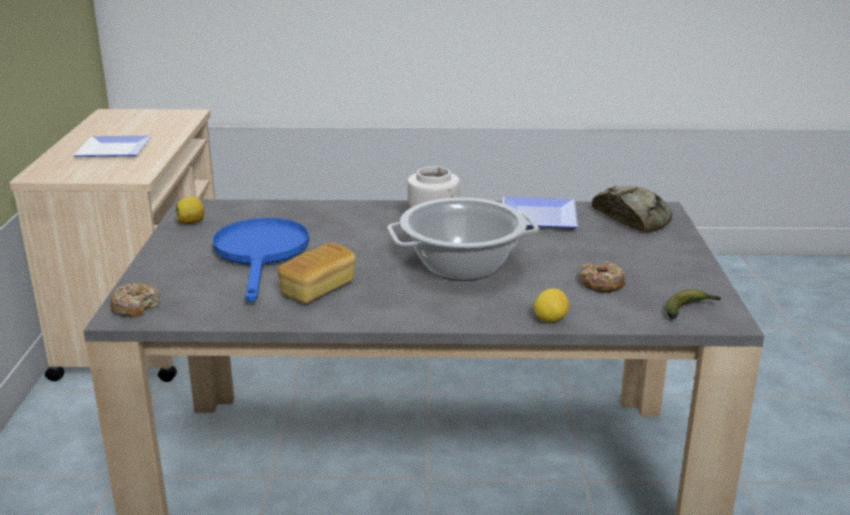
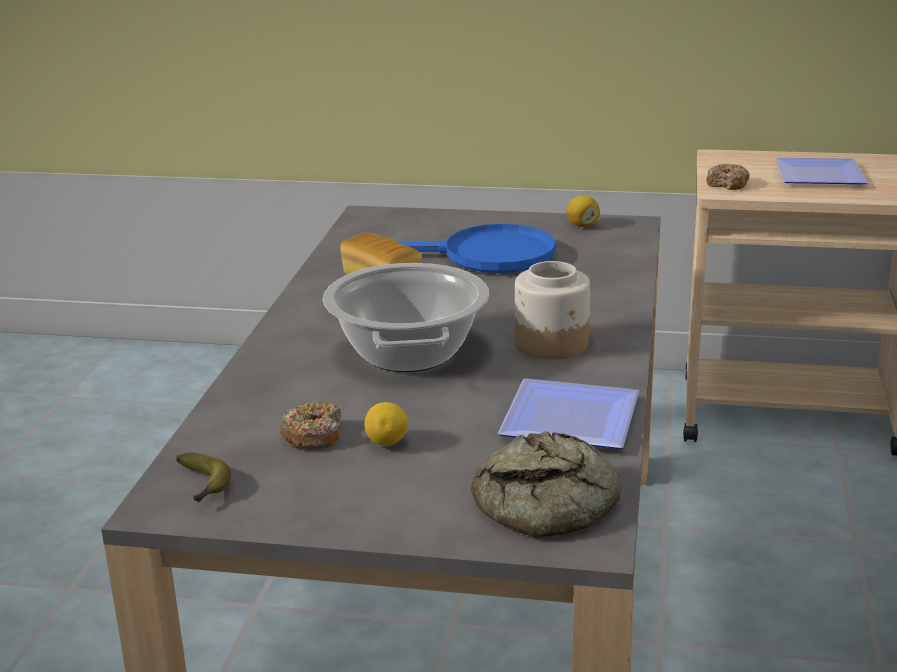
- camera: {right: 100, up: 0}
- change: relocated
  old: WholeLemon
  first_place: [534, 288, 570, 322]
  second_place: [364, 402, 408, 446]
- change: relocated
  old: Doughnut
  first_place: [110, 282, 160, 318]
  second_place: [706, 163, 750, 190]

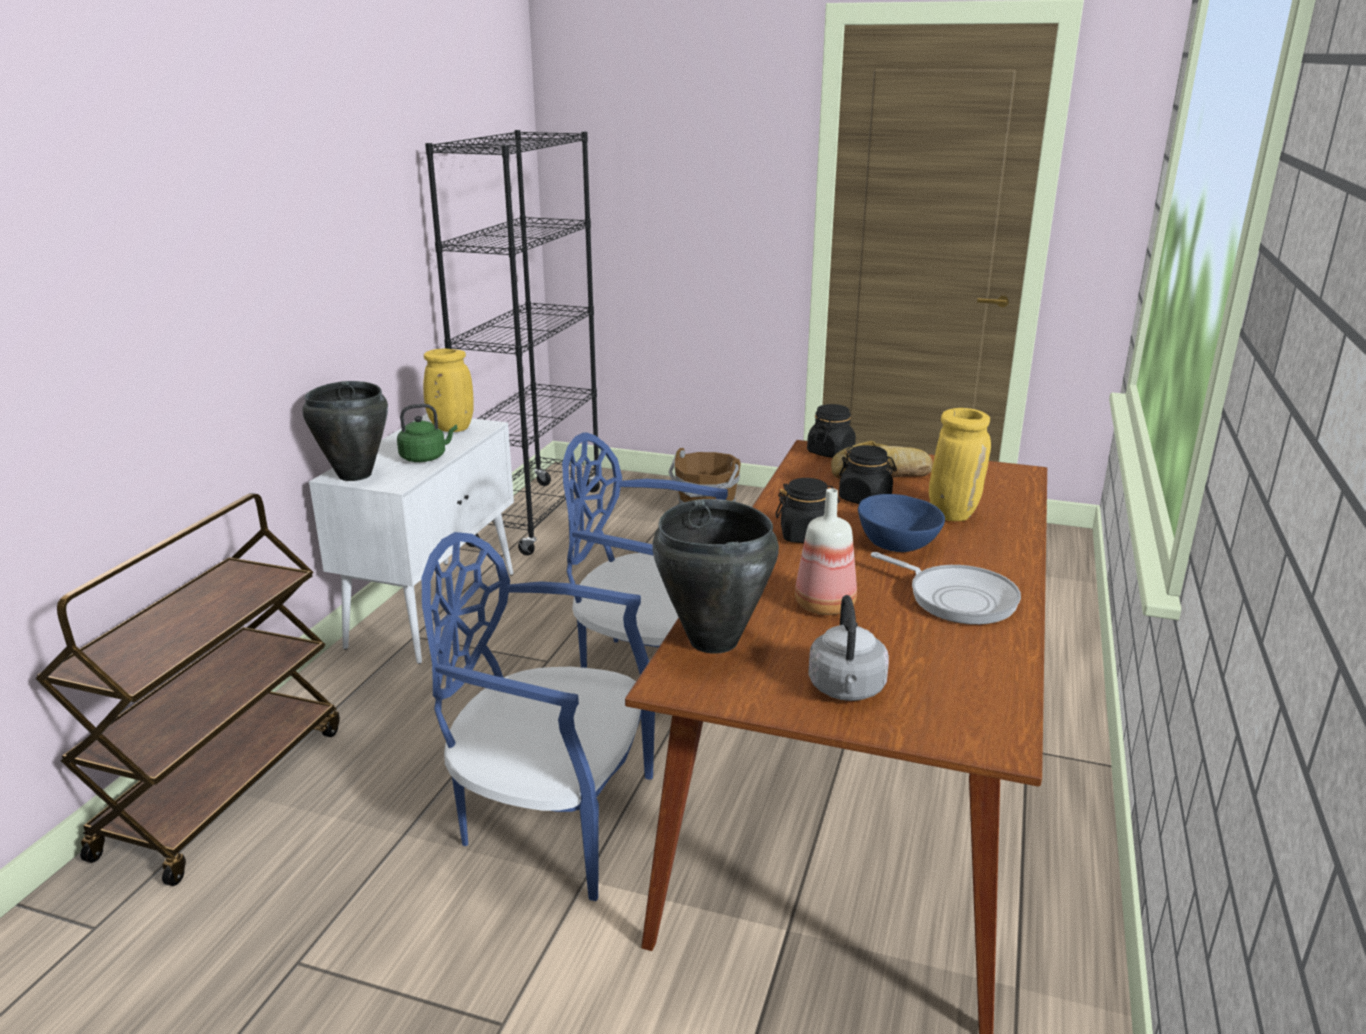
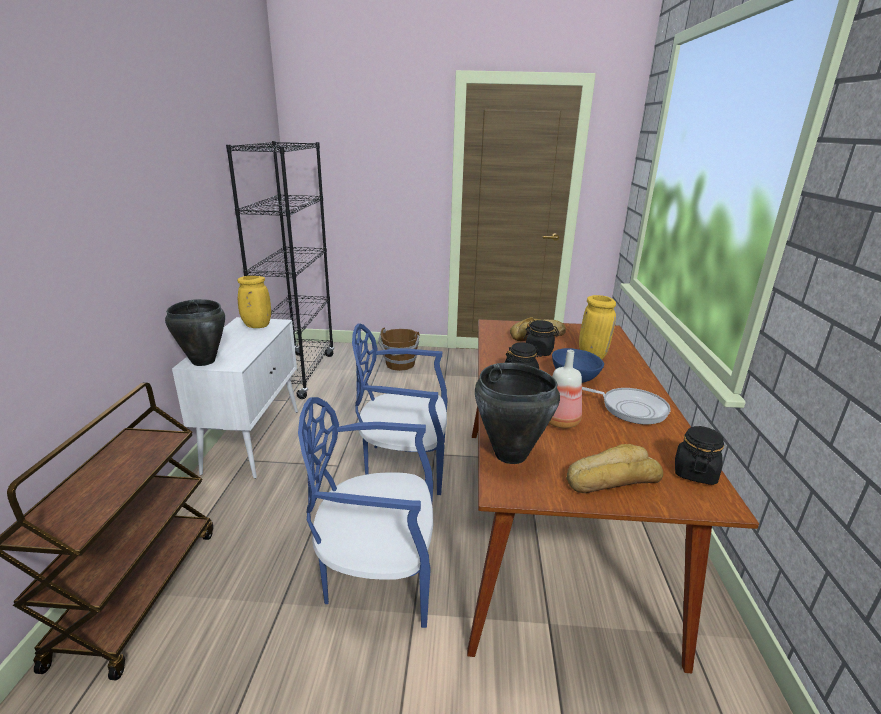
- camera: {right: -15, up: 0}
- change: exchanged
  old: GrayWaterKettle
  new: Bread
  first_place: [808, 595, 889, 701]
  second_place: [566, 444, 663, 493]
- change: relocated
  old: BlackJar
  first_place: [807, 404, 856, 458]
  second_place: [675, 426, 724, 485]
- change: missing
  old: GreenWaterKettle
  first_place: [397, 404, 457, 462]

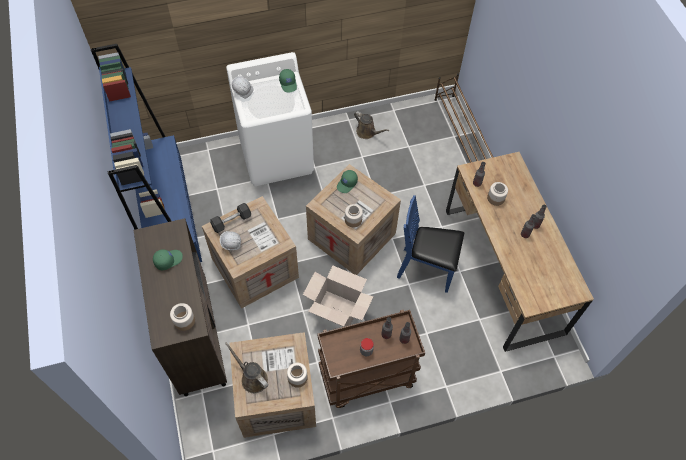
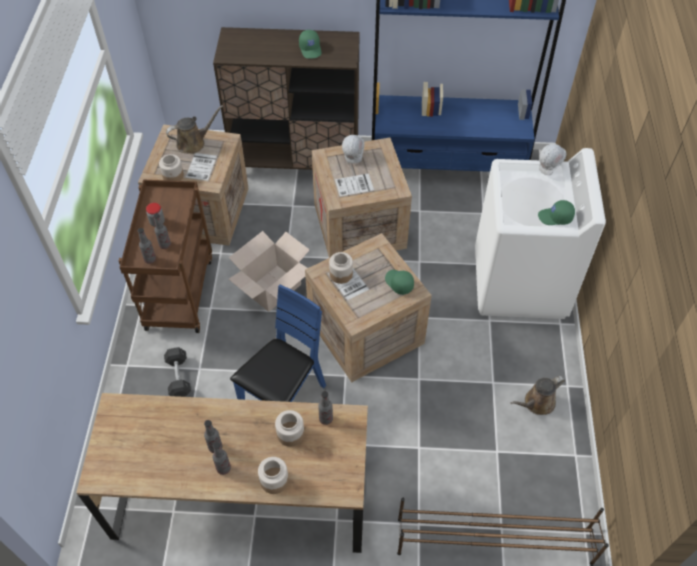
- camera: {right: 110, up: -5}
- change: relocated
  old: GrayDumbbell
  first_place: [210, 203, 251, 233]
  second_place: [164, 347, 191, 397]
- change: relocated
  old: Jar
  first_place: [170, 303, 195, 331]
  second_place: [258, 457, 289, 494]

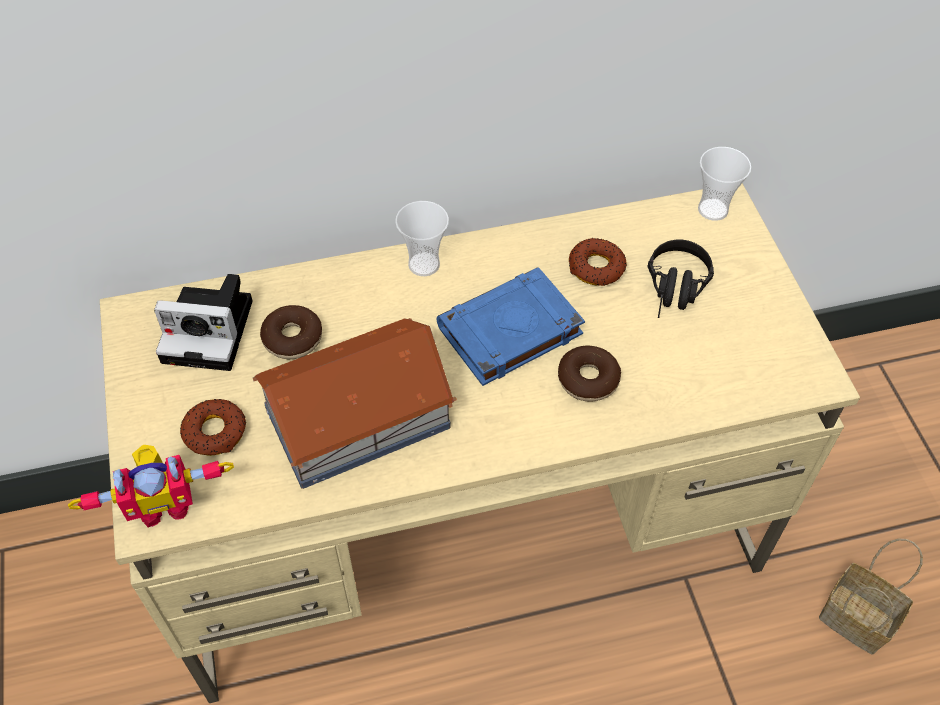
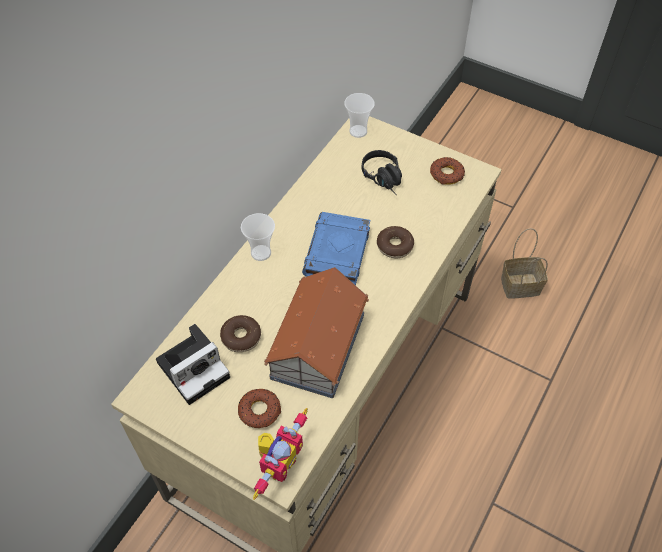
- camera: {right: -45, up: 0}
- change: relocated
  old: Doughnut
  first_place: [569, 238, 627, 286]
  second_place: [430, 157, 465, 185]

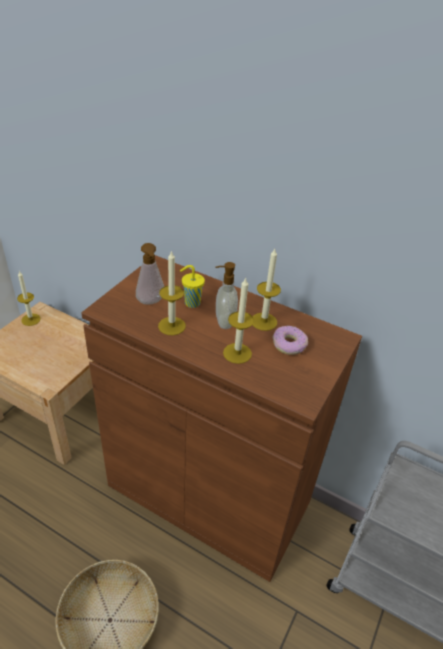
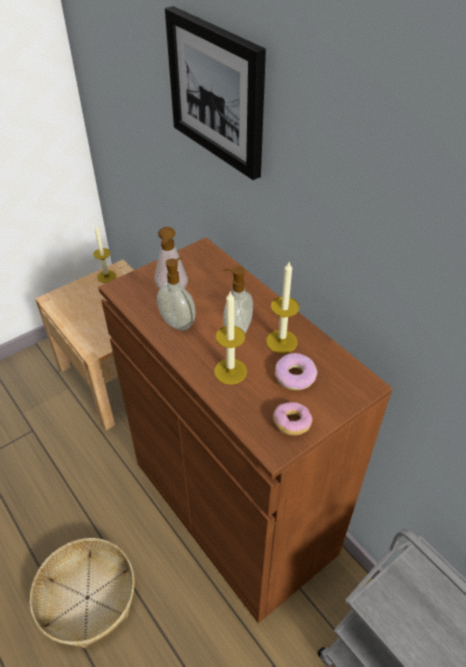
- camera: {right: 25, up: 5}
- change: exchanged
  old: Candle
  new: LiquidSoapBottle
  first_place: [158, 250, 186, 335]
  second_place: [157, 257, 196, 331]
- change: appeared
  new: WallArt
  second_place: [165, 6, 266, 180]
- change: appeared
  new: Doughnut
  second_place: [273, 402, 313, 435]
- change: missing
  old: YellowColouredCup
  first_place: [180, 265, 205, 308]

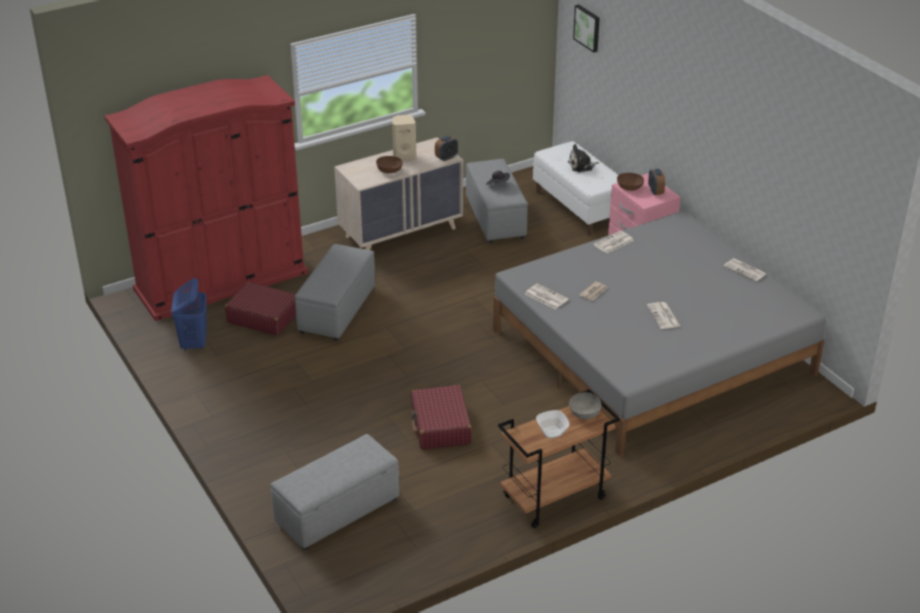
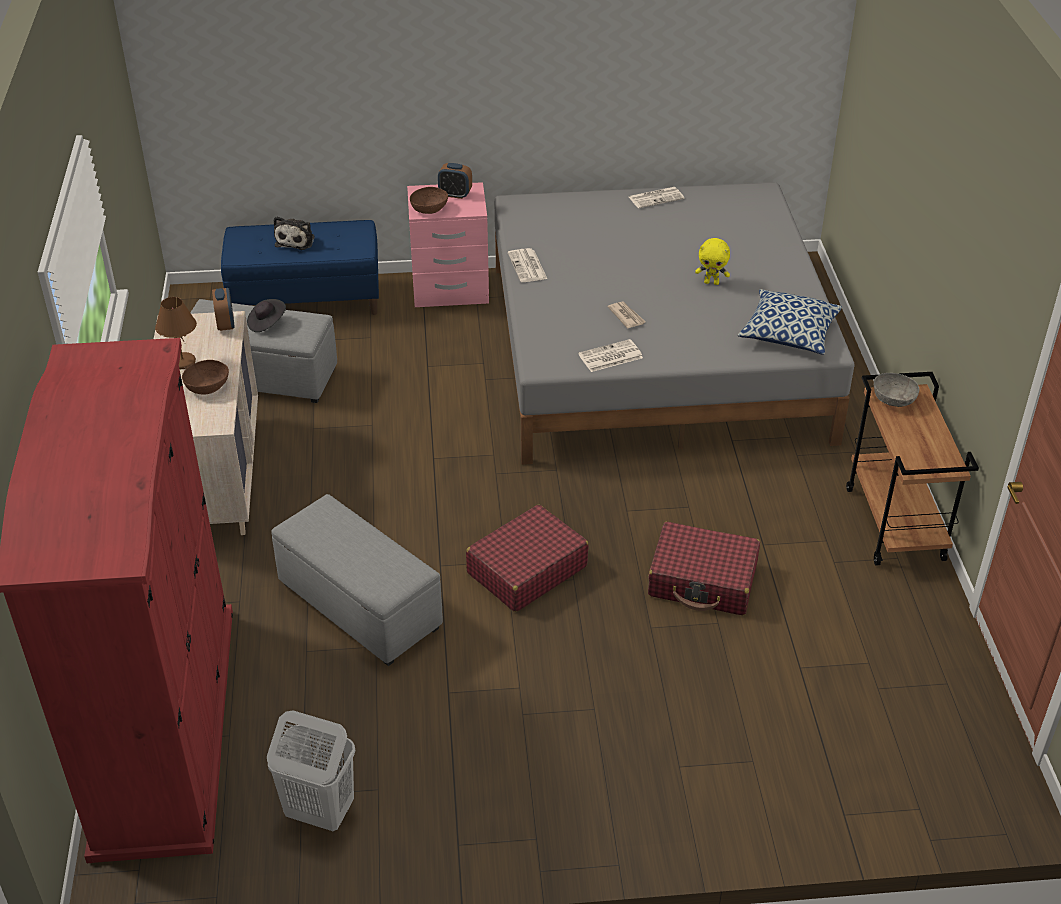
- camera: {right: -65, up: 5}
- change: exchanged
  old: BeigeLoudspeaker
  new: BrownColouredLampForATable
  first_place: [392, 115, 416, 161]
  second_place: [155, 297, 197, 369]
- change: colour
  old: WhiteColouredIndoorBench
  new: BluishIndoorBench
  first_place: [533, 141, 618, 236]
  second_place: [221, 220, 379, 315]
- change: colour
  old: BluishHamper
  new: WhiteColouredHamper
  first_place: [171, 278, 207, 351]
  second_place: [267, 711, 355, 831]
- change: relocated
  old: RedColouredPieceOfLuggage
  first_place: [225, 282, 296, 336]
  second_place: [466, 505, 589, 612]
- change: exchanged
  old: Newspaper
  new: YellowColouredCuddlyToy
  first_place: [647, 302, 681, 329]
  second_place: [695, 238, 730, 285]
- change: appeared
  new: ThrowPillow
  second_place: [738, 289, 842, 354]
- change: missing
  old: GrayFootrest
  first_place: [271, 434, 400, 551]
- change: missing
  old: DeepDish
  first_place: [536, 410, 569, 438]
- change: missing
  old: WallArt
  first_place: [573, 4, 600, 53]

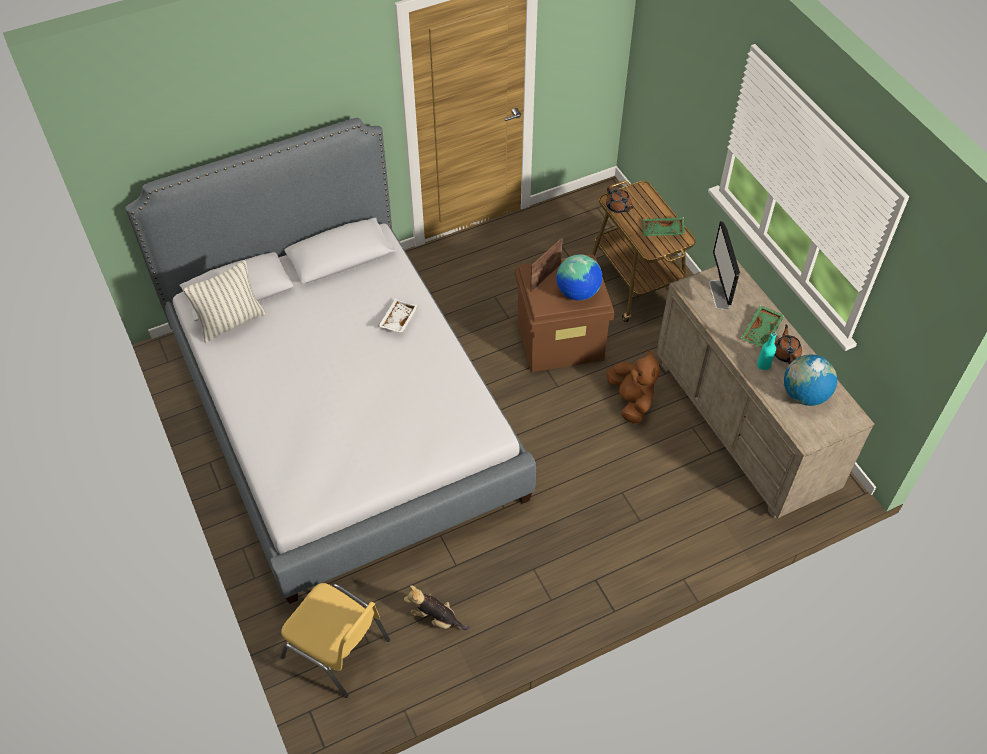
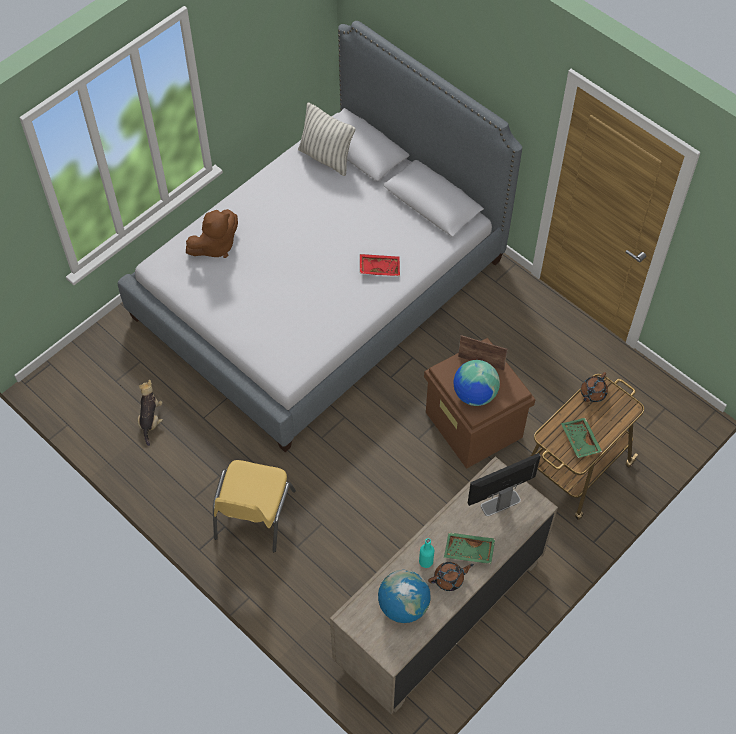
- camera: {right: 70, up: 5}
- change: relocated
  old: BrownColouredCuddlyToy
  first_place: [607, 350, 660, 423]
  second_place: [186, 209, 238, 258]
- change: relocated
  old: YellowColouredChair
  first_place: [280, 583, 390, 698]
  second_place: [213, 460, 296, 552]
- change: colour
  old: WhiteColouredServingTray
  new: RedColouredServingTray
  first_place: [378, 299, 418, 333]
  second_place: [360, 254, 400, 276]

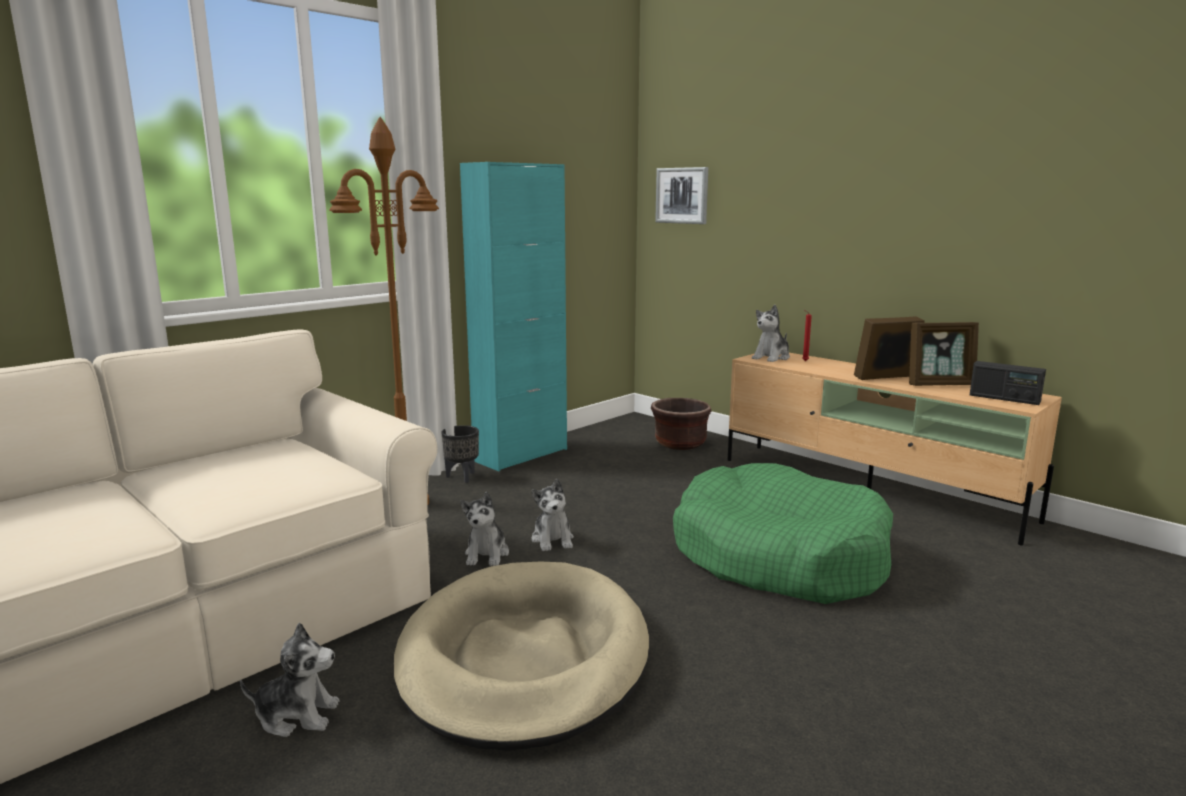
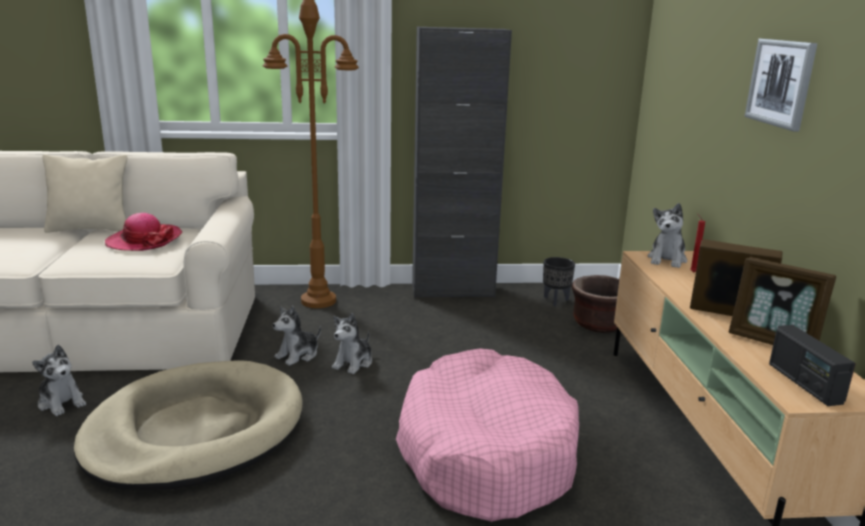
- camera: {right: 40, up: 5}
- change: appeared
  new: BeigeThrowPillow
  second_place: [42, 154, 127, 233]
- change: appeared
  new: WearableHat
  second_place: [105, 213, 182, 251]
- change: colour
  old: GreenDogCushion
  new: PinkColouredDogCushion
  first_place: [673, 463, 893, 604]
  second_place: [396, 349, 579, 522]
- change: colour
  old: TurquoiseStorageCabinet
  new: BlackStorageCabinet
  first_place: [460, 162, 567, 471]
  second_place: [412, 27, 512, 298]
- change: relocated
  old: BlackPlanter
  first_place: [441, 425, 479, 483]
  second_place: [543, 257, 575, 306]
- change: spun
  old: CuddlyToy
  first_place: [752, 305, 790, 362]
  second_place: [647, 203, 687, 268]
  degrees: -60
- change: relocated
  old: WallArt
  first_place: [655, 167, 708, 224]
  second_place: [744, 39, 818, 131]

